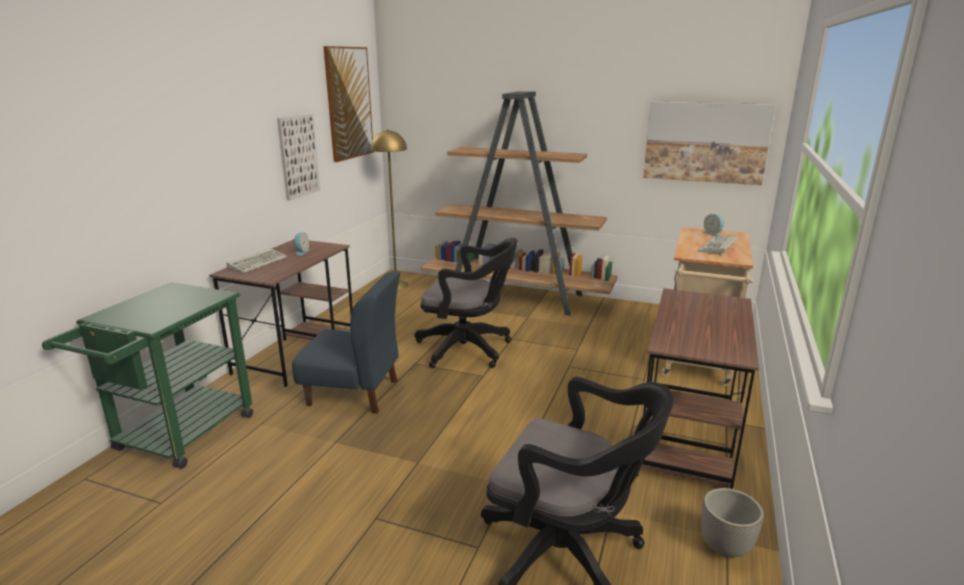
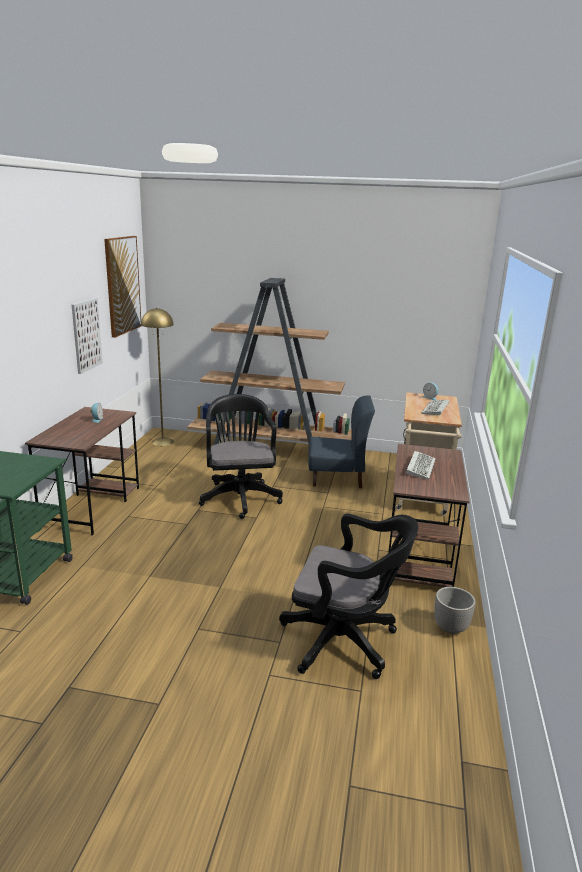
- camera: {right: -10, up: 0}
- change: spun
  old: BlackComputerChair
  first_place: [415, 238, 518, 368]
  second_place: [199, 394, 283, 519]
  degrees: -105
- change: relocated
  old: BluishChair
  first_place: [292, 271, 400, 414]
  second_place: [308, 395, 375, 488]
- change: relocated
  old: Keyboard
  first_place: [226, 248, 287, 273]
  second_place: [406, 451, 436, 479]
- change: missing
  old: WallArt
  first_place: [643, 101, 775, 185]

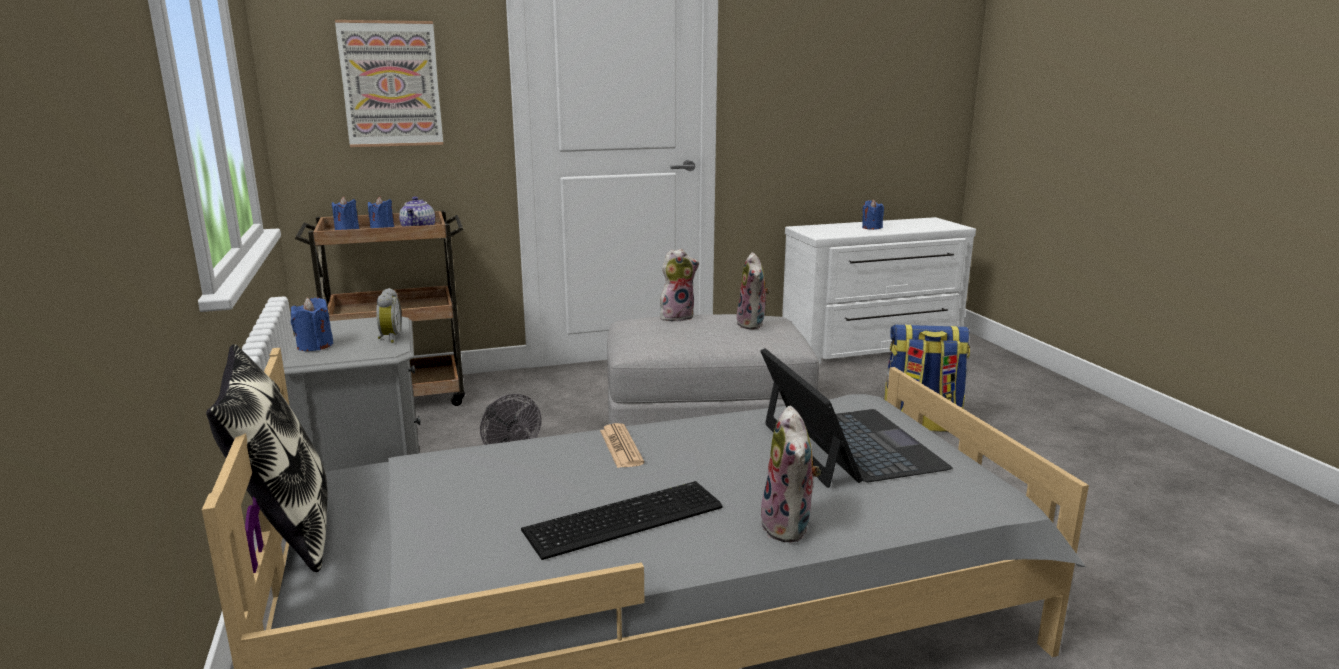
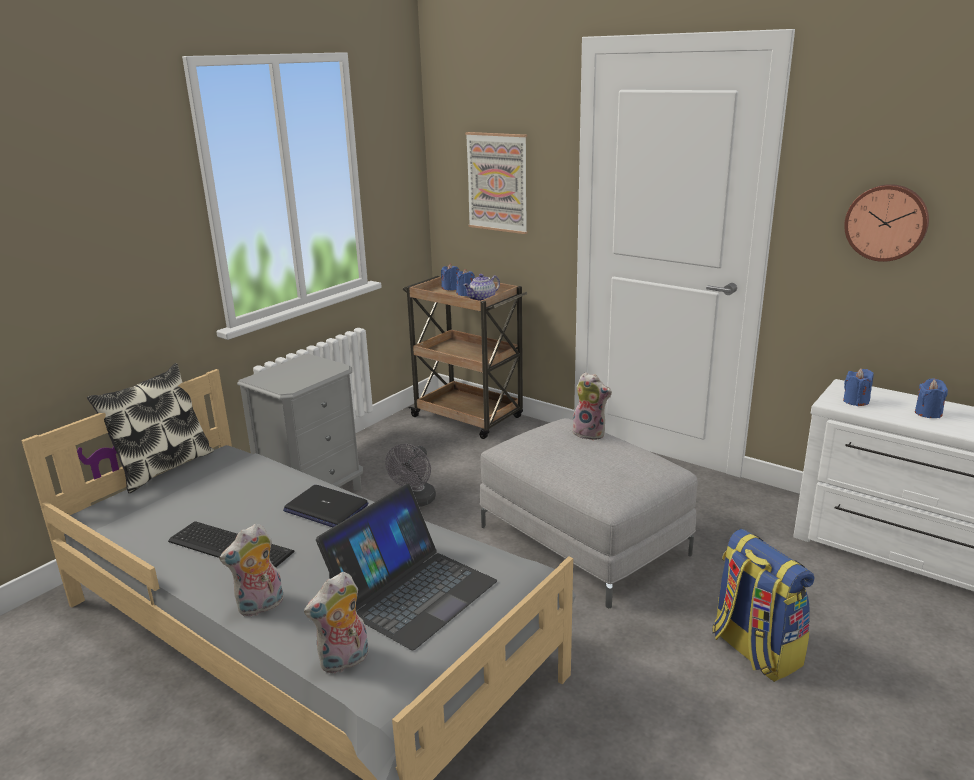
- camera: {right: 55, up: 5}
- change: exchanged
  old: Newspaper
  new: PortableComputer
  first_place: [600, 423, 644, 468]
  second_place: [283, 485, 368, 527]
- change: relocated
  old: CuddlyToy
  first_place: [737, 252, 770, 330]
  second_place: [304, 572, 369, 673]
- change: relocated
  old: BluishCandle
  first_place: [291, 297, 333, 351]
  second_place: [843, 369, 873, 406]
- change: appeared
  new: WallClock
  second_place: [844, 184, 929, 262]
- change: missing
  old: AlarmClock
  first_place: [376, 288, 402, 343]

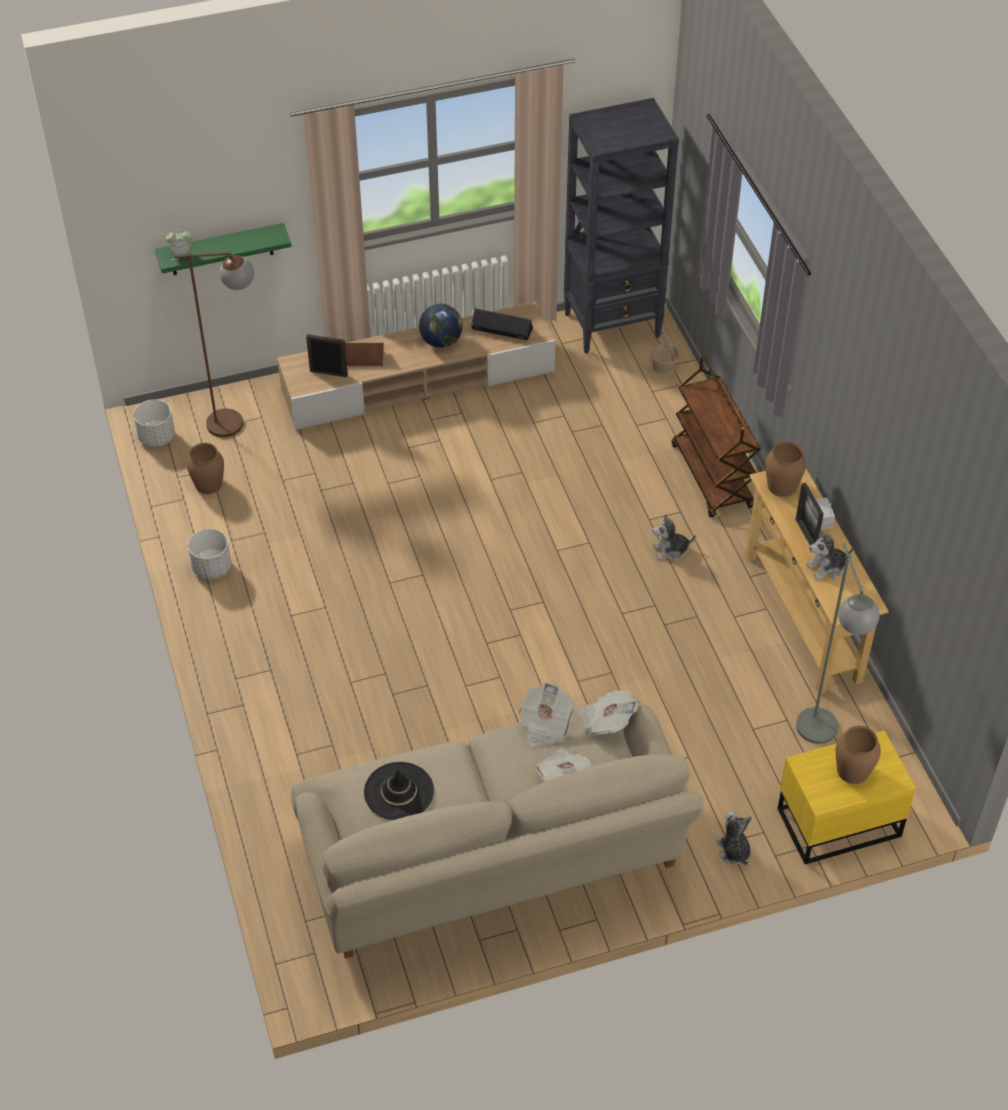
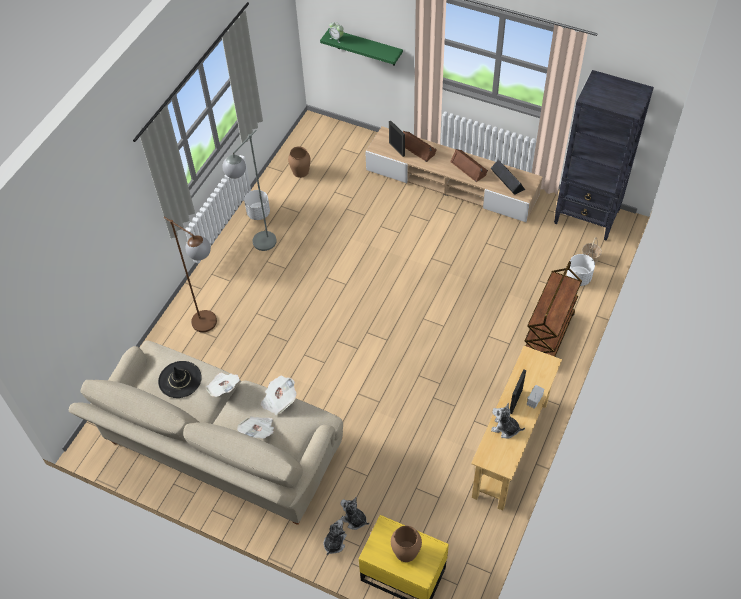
- camera: {right: 45, up: 5}
- change: relocated
  old: BrownColouredStandingLamp
  first_place: [174, 252, 254, 437]
  second_place: [164, 217, 217, 332]
- change: relocated
  old: Newspaper
  first_place: [579, 690, 638, 735]
  second_place: [206, 373, 240, 397]
- change: relocated
  old: GrayStandingLamp
  first_place: [796, 543, 880, 744]
  second_place: [222, 130, 277, 251]
- change: relocated
  old: CuddlyToy
  first_place: [652, 514, 696, 561]
  second_place: [340, 497, 369, 530]
- change: exchanged
  old: Globe
  new: BrownColouredLoudspeaker
  first_place: [419, 304, 463, 348]
  second_place: [450, 149, 488, 182]
- change: relocated
  old: WhiteColouredPlanter
  first_place: [133, 399, 175, 447]
  second_place: [567, 254, 595, 286]
- change: missing
  old: BrownColouredVase
  first_place: [765, 441, 806, 497]

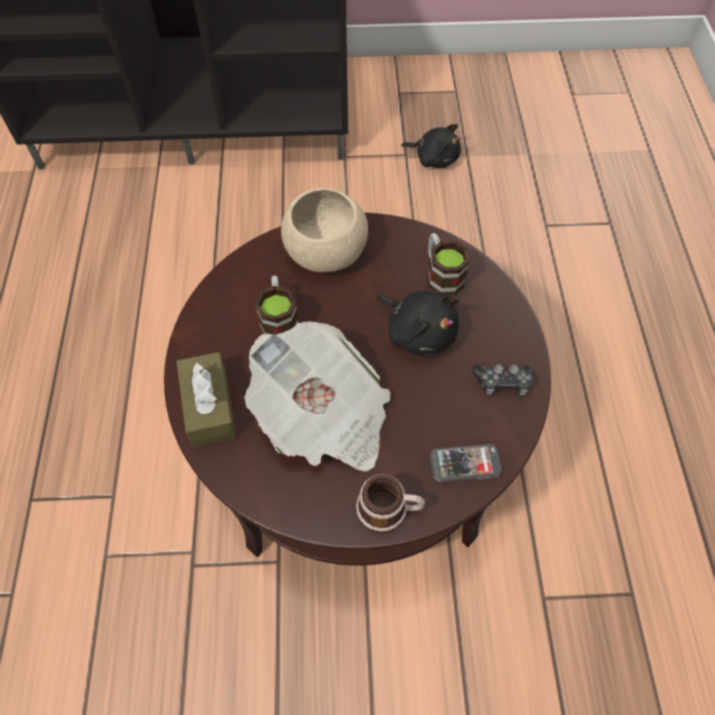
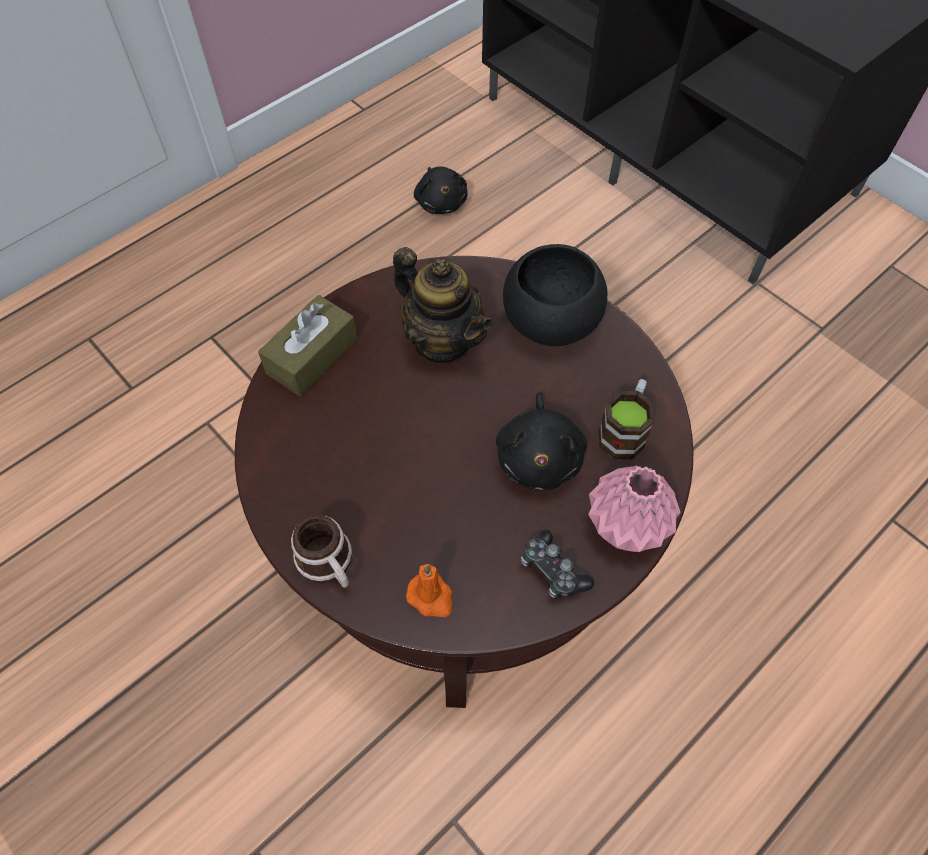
- camera: {right: 50, up: 0}
- change: exchanged
  old: TeaMug
  new: Teapot
  first_place: [255, 276, 298, 335]
  second_place: [393, 247, 493, 363]
- change: exchanged
  old: Phone
  new: OrangeyCandle
  first_place: [430, 444, 502, 482]
  second_place: [406, 564, 452, 617]
- change: relocated
  old: BlackCuddlyToy
  first_place: [401, 124, 461, 168]
  second_place: [414, 167, 468, 214]
- change: colour
  old: BeigeDeepDish
  new: BlackDeepDish
  first_place: [281, 188, 368, 272]
  second_place: [503, 244, 608, 346]
- change: appeared
  new: PinkColouredVase
  second_place: [588, 466, 681, 552]
- change: missing
  old: Newspaper
  first_place: [244, 322, 391, 472]

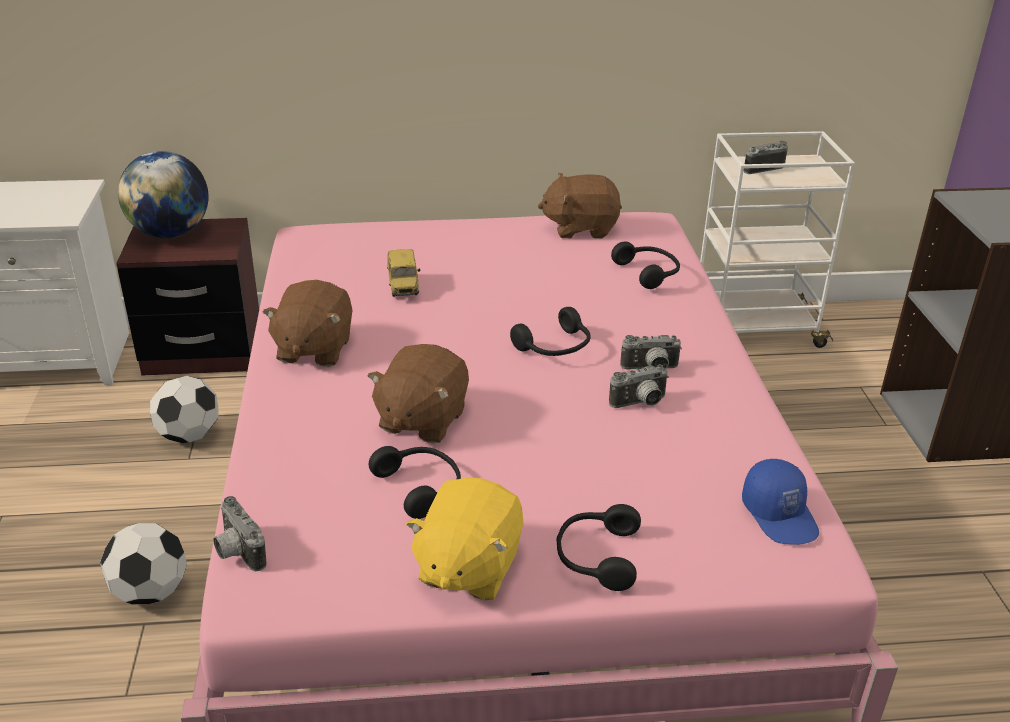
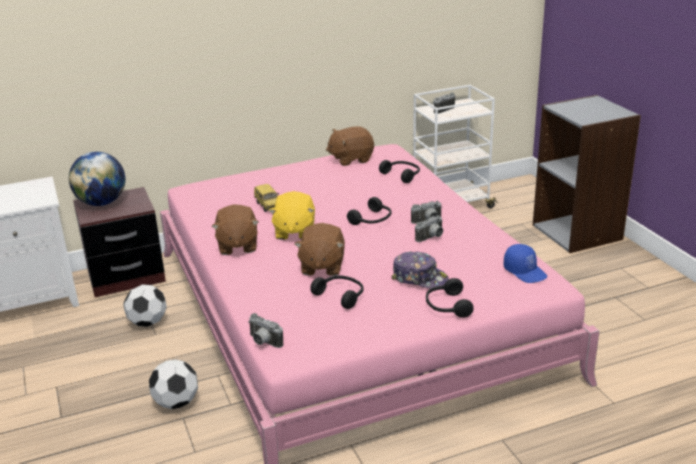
- camera: {right: -15, up: -5}
- change: relocated
  old: YellowColouredCuddlyToy
  first_place: [406, 477, 524, 600]
  second_place: [269, 191, 315, 240]
- change: appeared
  new: PeakedCap
  second_place: [391, 251, 449, 289]

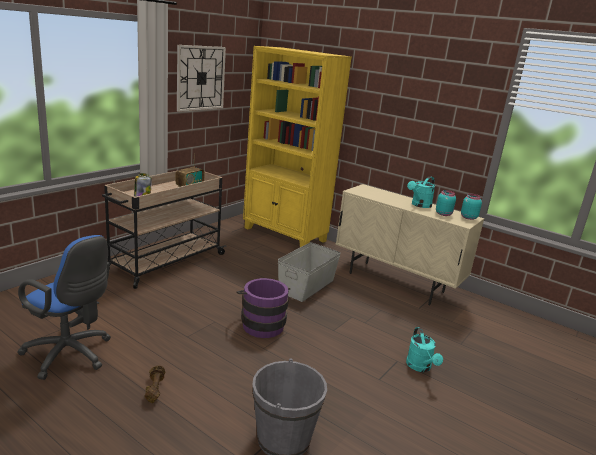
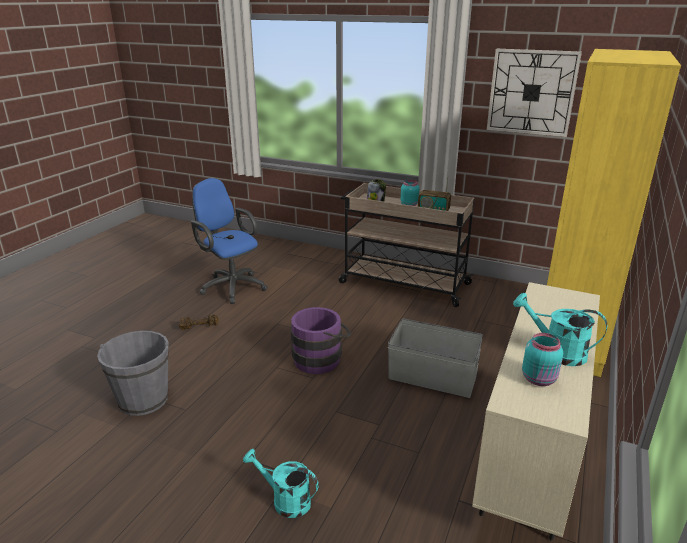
- camera: {right: 80, up: 5}
- change: spun
  old: BluishComputerChair
  first_place: [17, 235, 111, 380]
  second_place: [191, 178, 268, 304]
  degrees: 120
- change: spun
  old: TurquoiseWateringPot
  first_place: [406, 327, 443, 372]
  second_place: [243, 449, 319, 518]
  degrees: 45
- change: relocated
  old: TurquoiseJar
  first_place: [461, 193, 482, 220]
  second_place: [401, 180, 419, 206]

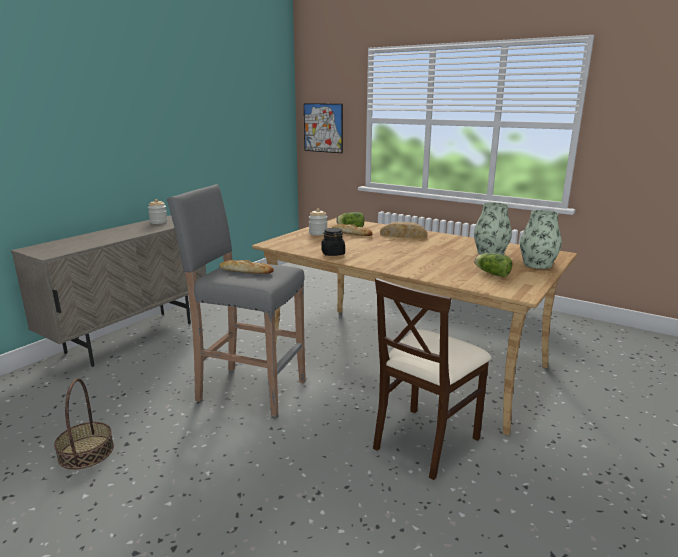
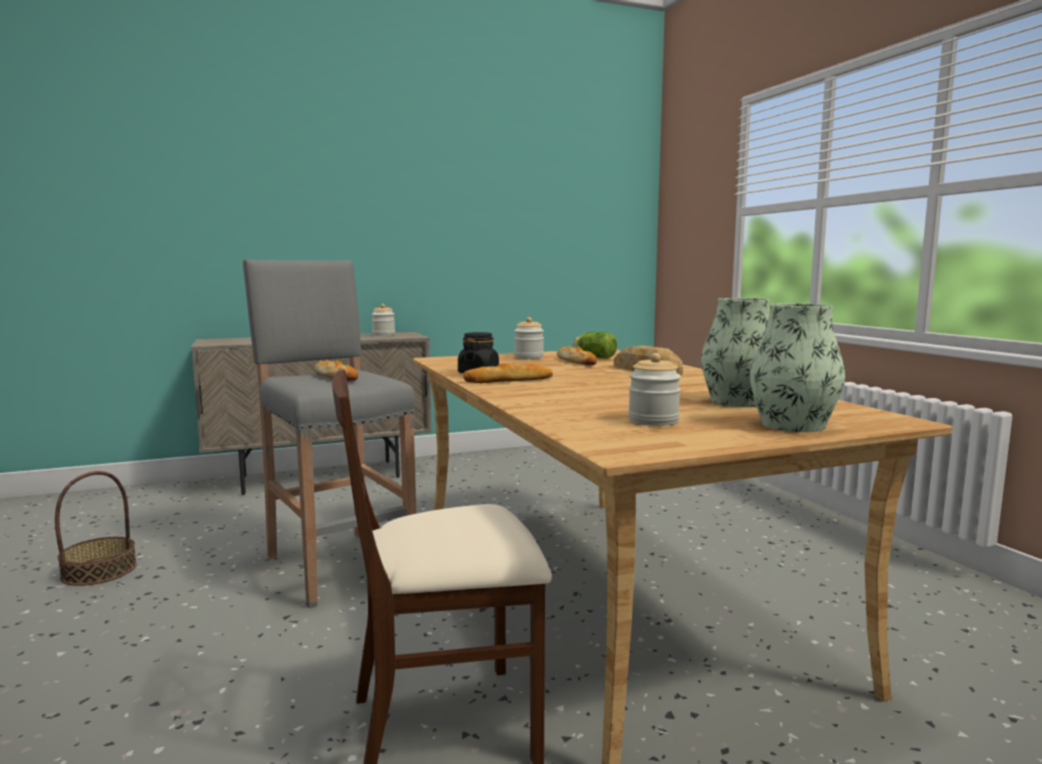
- camera: {right: 35, up: -10}
- change: appeared
  new: Bread
  second_place: [463, 363, 553, 383]
- change: exchanged
  old: Lettuce
  new: Jar
  first_place: [474, 253, 512, 277]
  second_place: [628, 353, 681, 426]
- change: missing
  old: WallArt
  first_place: [304, 103, 343, 153]

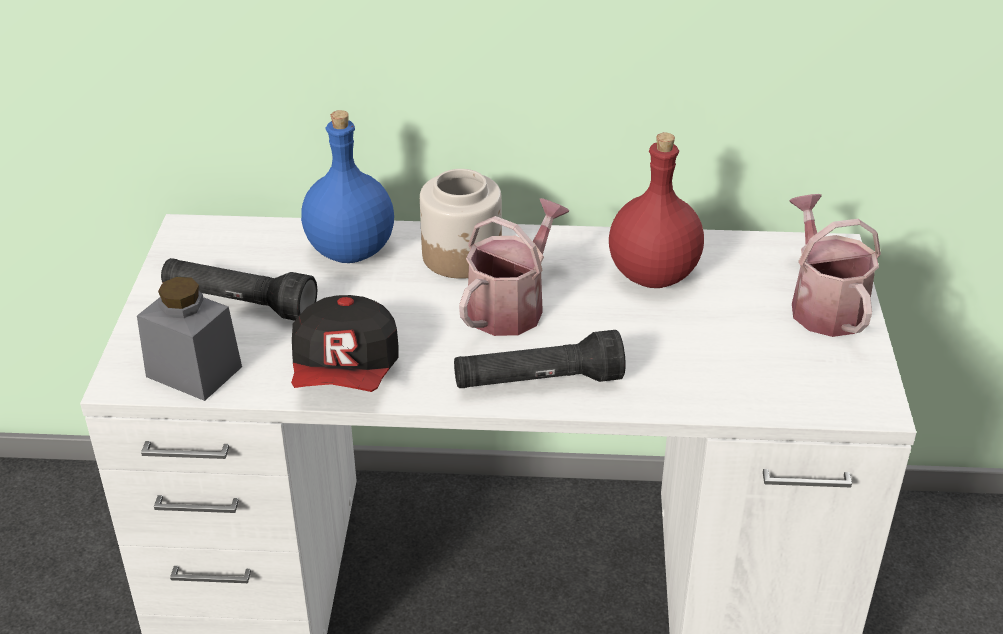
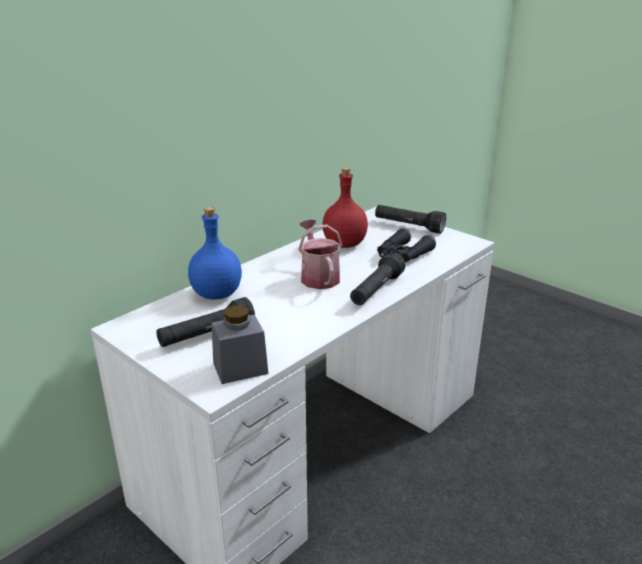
- camera: {right: -50, up: -10}
- change: exchanged
  old: WateringPot
  new: BlackFlashlight
  first_place: [789, 194, 881, 337]
  second_place: [375, 205, 446, 234]
- change: appeared
  new: BlackPairOfBinoculars
  second_place: [377, 228, 436, 262]
- change: missing
  old: PeakedCap
  first_place: [291, 295, 399, 392]
- change: missing
  old: Jar
  first_place: [420, 169, 502, 279]

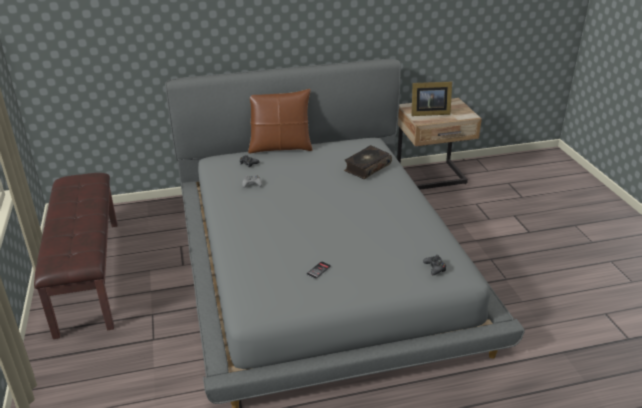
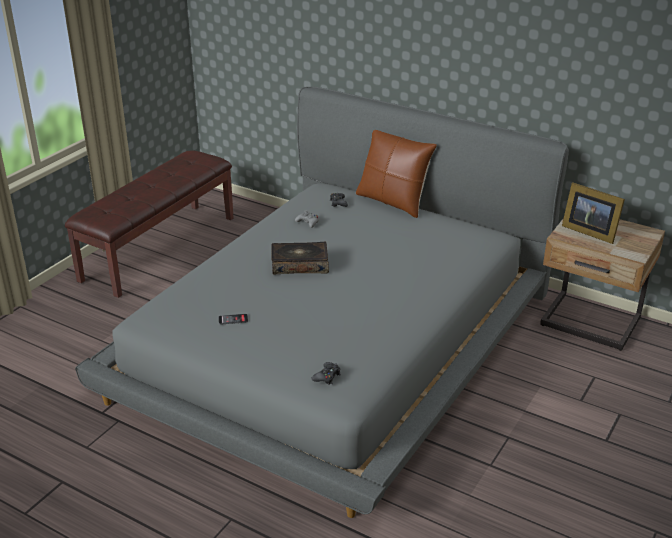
- camera: {right: 45, up: 0}
- change: relocated
  old: Book
  first_place: [344, 145, 392, 179]
  second_place: [271, 242, 329, 274]

